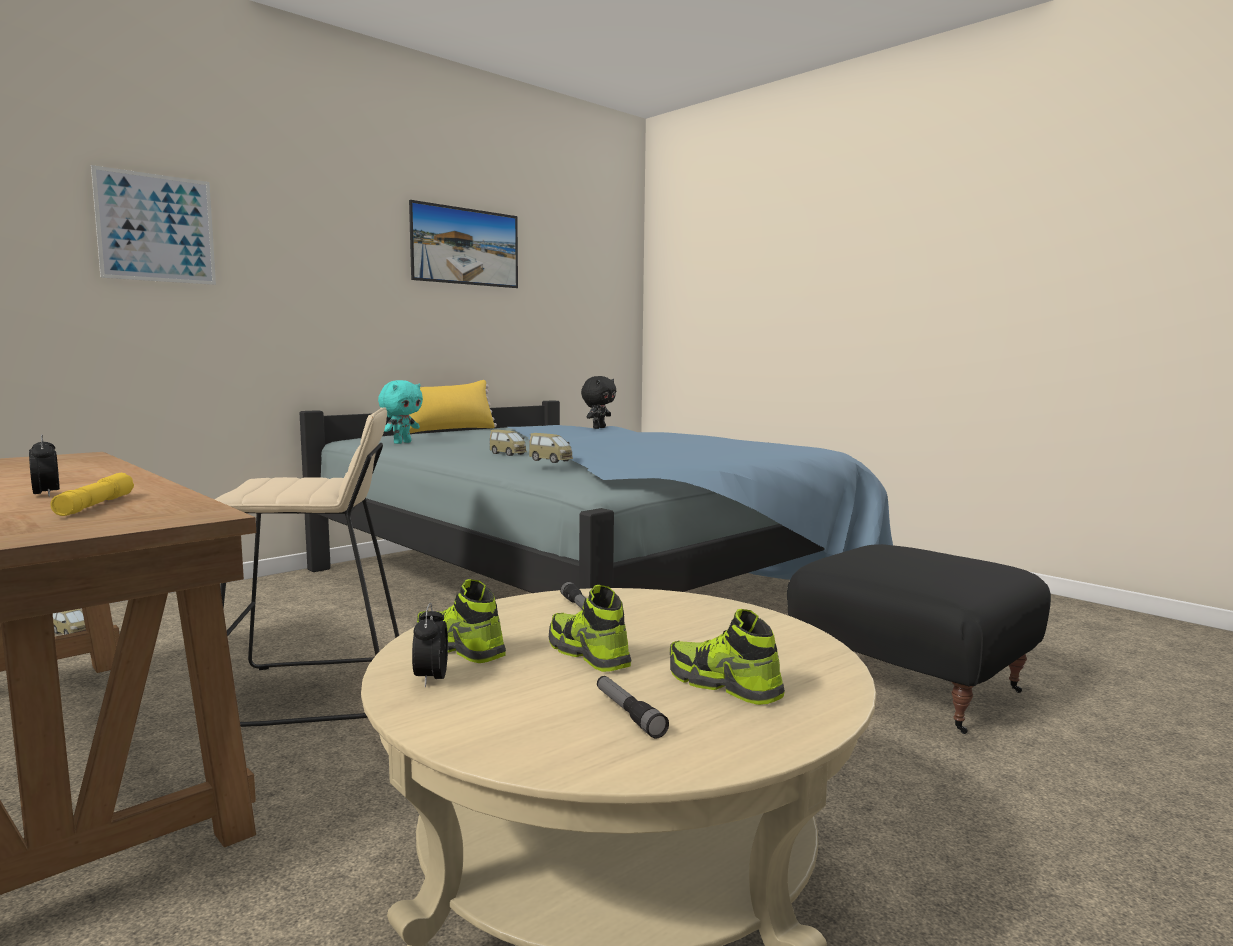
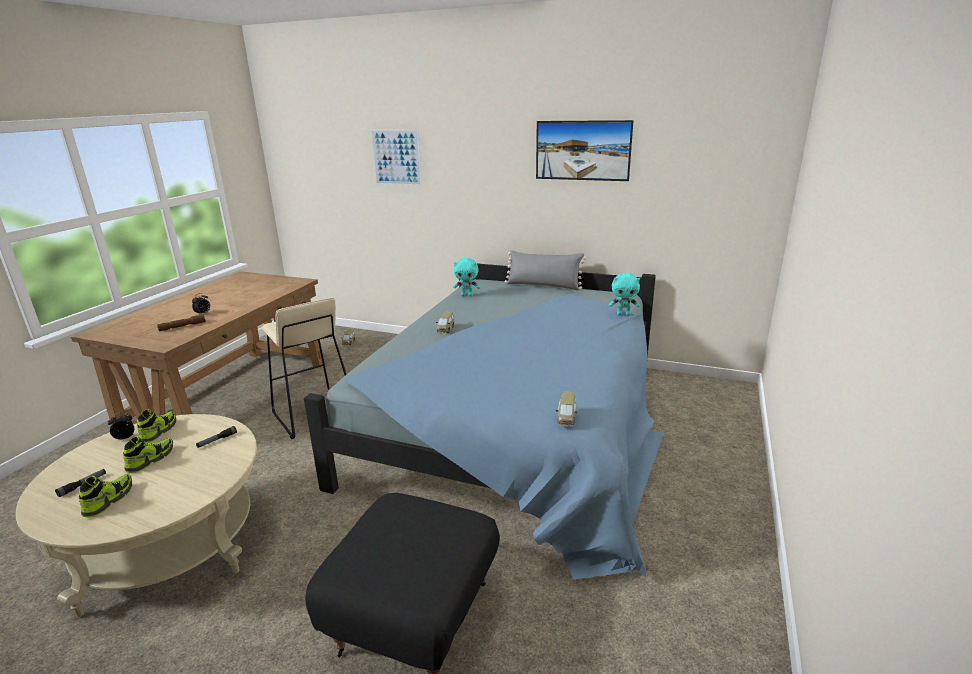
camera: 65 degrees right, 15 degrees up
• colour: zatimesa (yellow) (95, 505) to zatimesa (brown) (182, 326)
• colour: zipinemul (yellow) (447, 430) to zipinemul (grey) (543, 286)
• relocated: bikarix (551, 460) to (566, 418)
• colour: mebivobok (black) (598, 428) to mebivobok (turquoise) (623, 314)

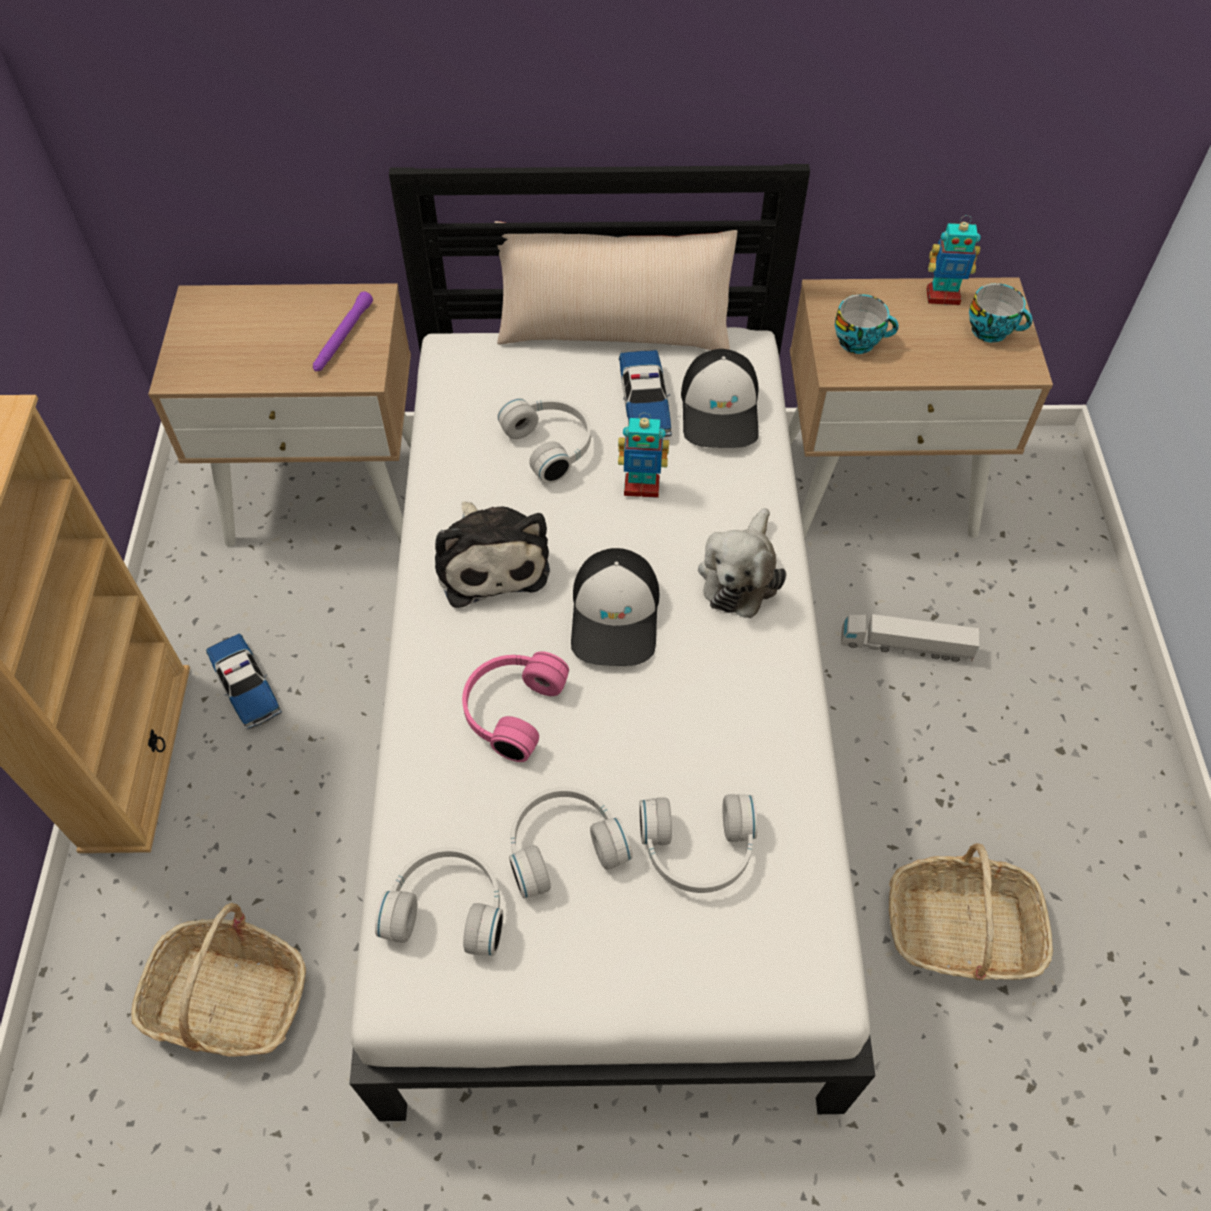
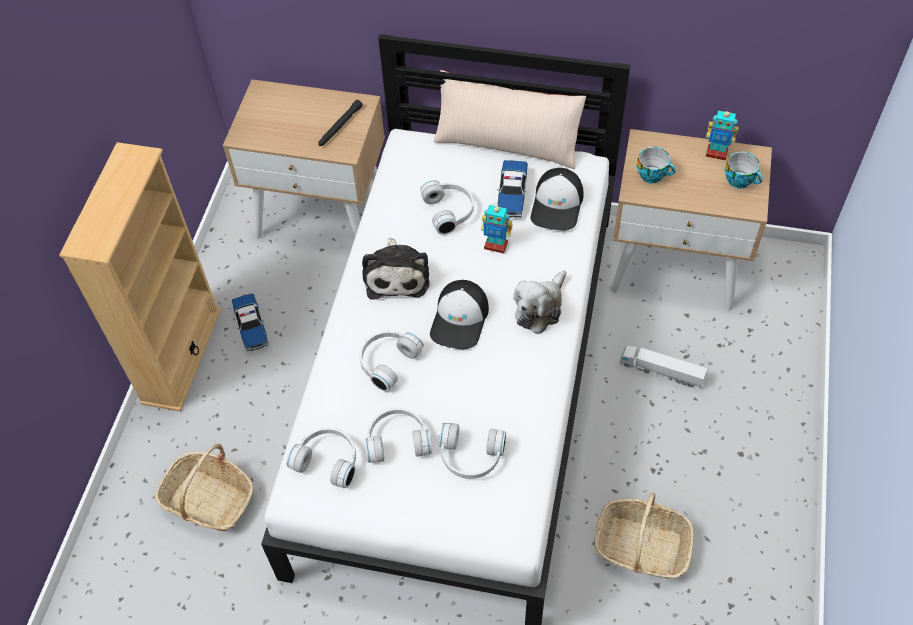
camera: 15 degrees right, 0 degrees up
• colour: zatimesa (purple) (342, 338) to zatimesa (black) (340, 126)
• colour: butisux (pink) (510, 709) to butisux (white) (387, 361)

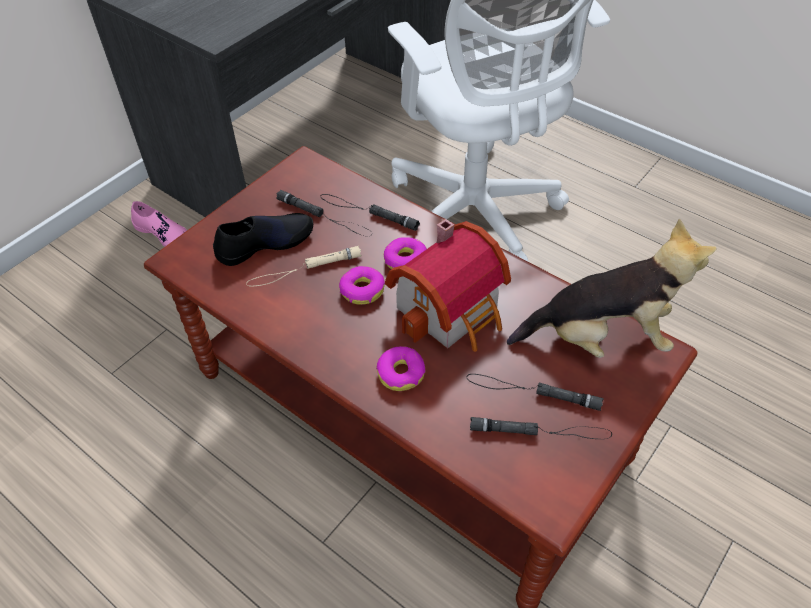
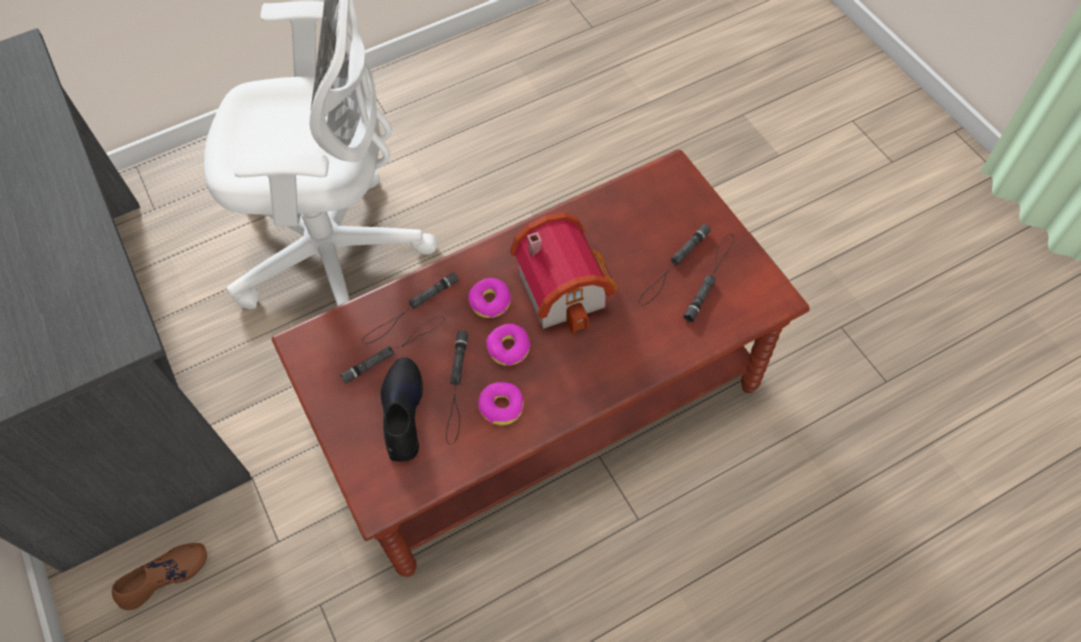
camera: 65 degrees left, 10 degrees up
• colour: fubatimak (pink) (163, 233) to fubatimak (brown) (164, 576)
• colour: zatimesa (beige) (304, 269) to zatimesa (black) (457, 388)
• relocated: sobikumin (401, 373) to (501, 406)
• missing: mebivobok (601, 337)

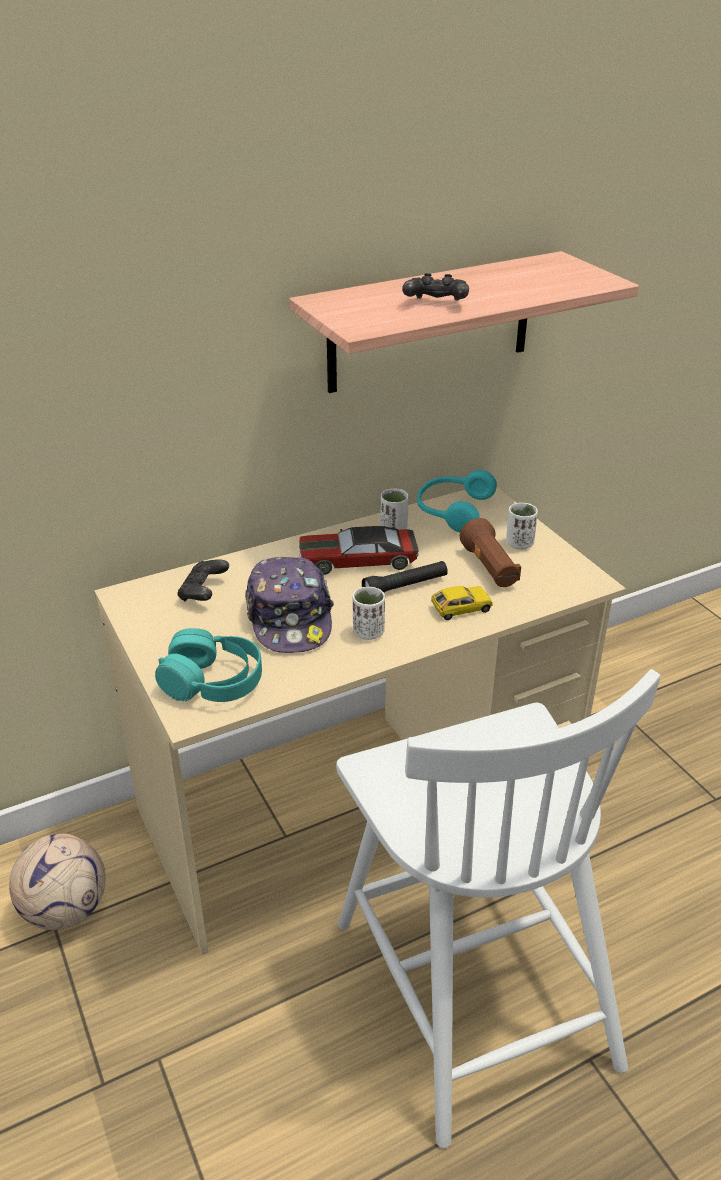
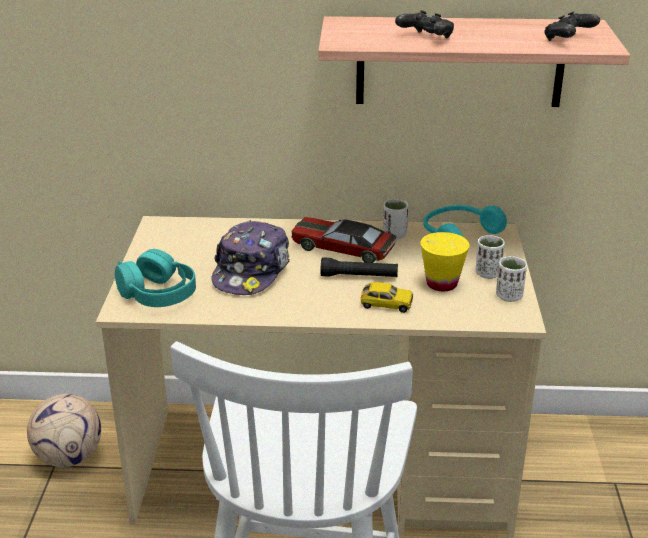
camera: 30 degrees right, 5 degrees down
• relocated: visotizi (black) (203, 592) to (568, 39)
• relocated: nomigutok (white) (368, 632) to (509, 296)
• exchanged: zatimesa (brown) (489, 568) to nomigutok (yellow) (441, 284)

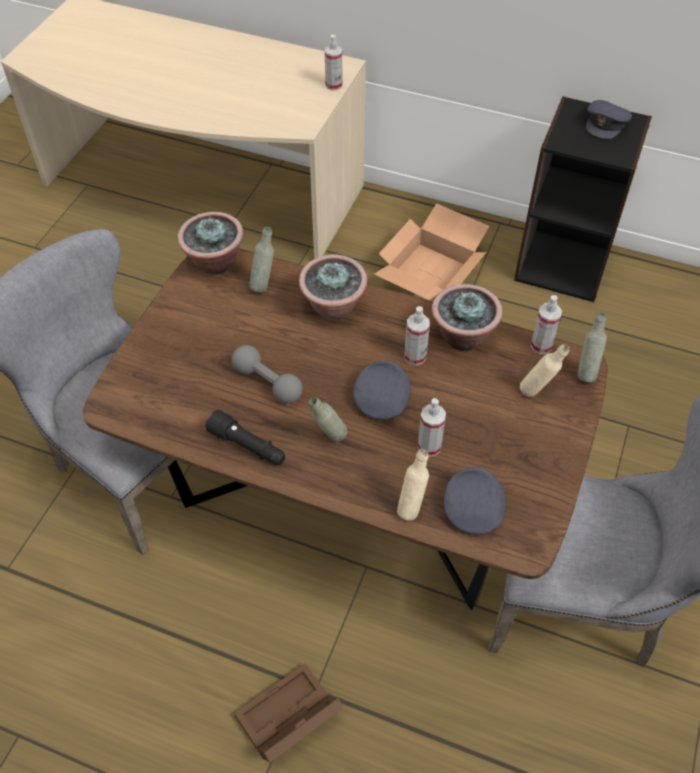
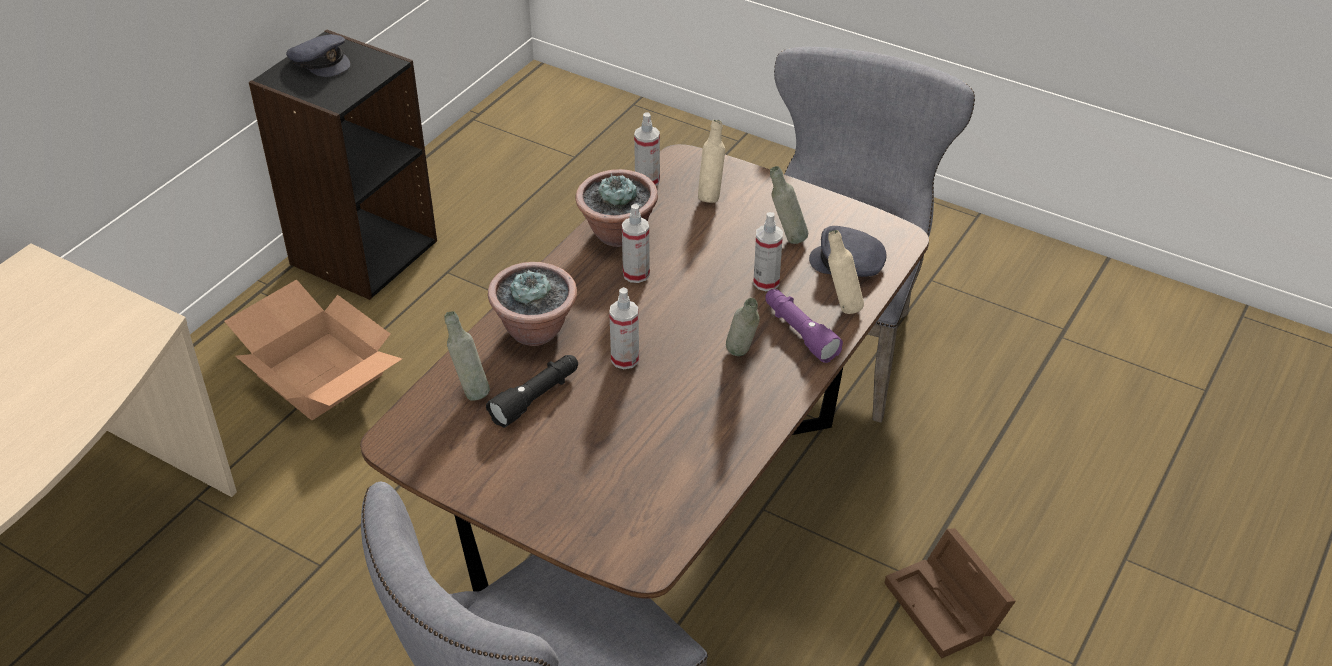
camera: 80 degrees left, 10 degrees down
• missing: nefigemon (214, 263)
• relocated: zatimesa (black) (248, 446) to (536, 398)
• missing: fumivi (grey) (267, 383)
• relocated: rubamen (333, 85) to (625, 359)
• missing: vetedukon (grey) (381, 398)
• relocated: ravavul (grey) (585, 372) to (786, 238)
• appeared: zatimesa (purple) (799, 332)

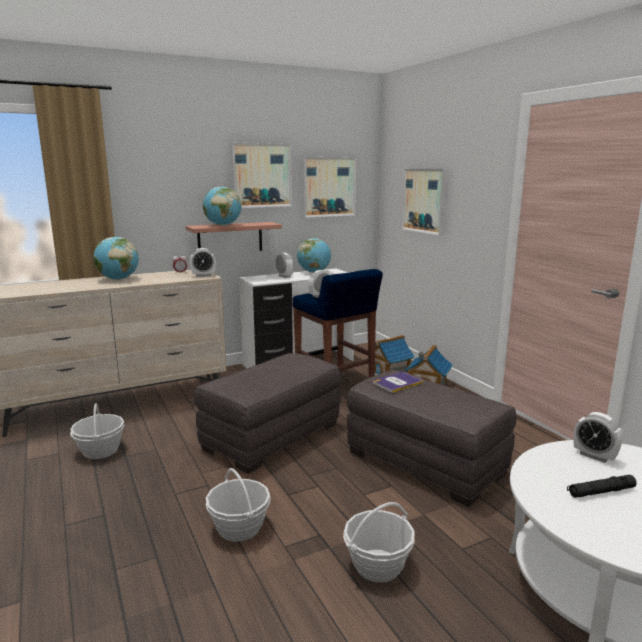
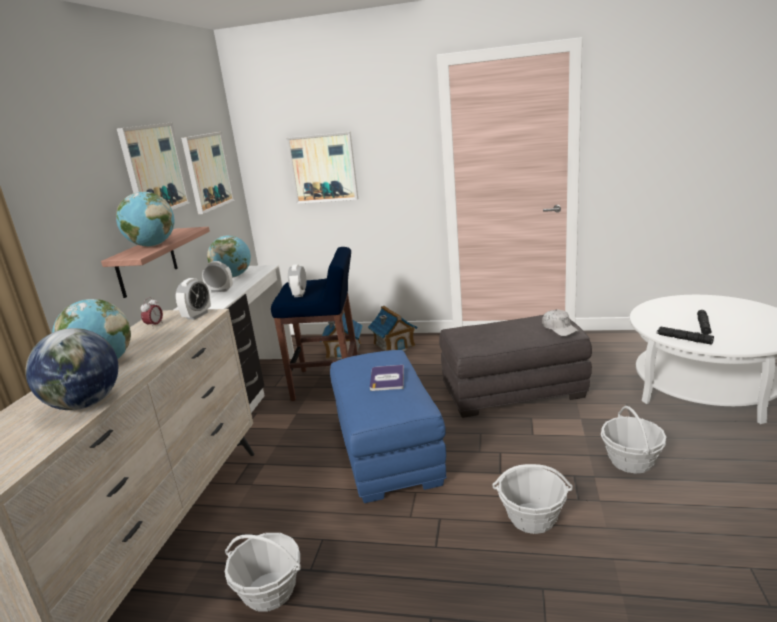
camera: 50 degrees left, 5 degrees up
• colour: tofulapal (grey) (272, 436) to tofulapal (blue) (386, 450)
• relocated: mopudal (397, 383) to (387, 378)
• missing: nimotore (594, 456)
• appeared: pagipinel (85, 404)
• appeared: vetedukon (white) (559, 328)
• appeared: zatimesa (black) (684, 339)

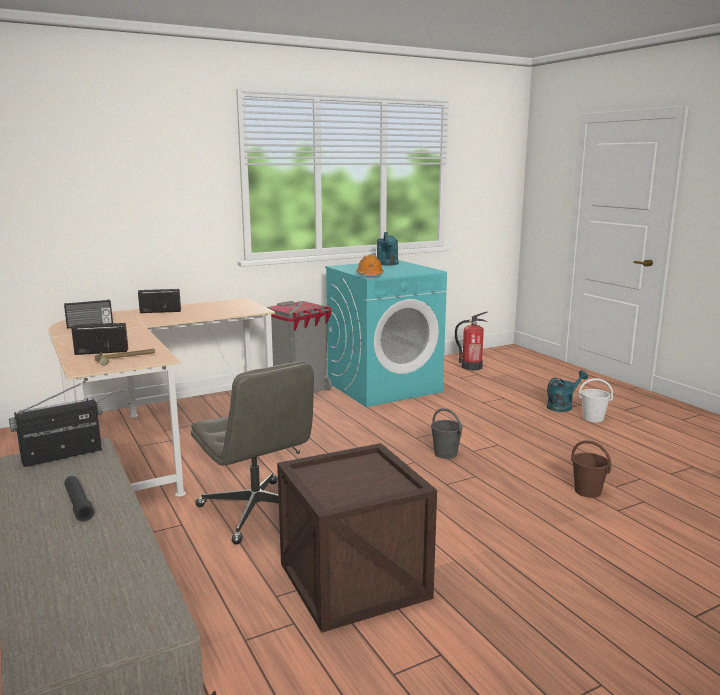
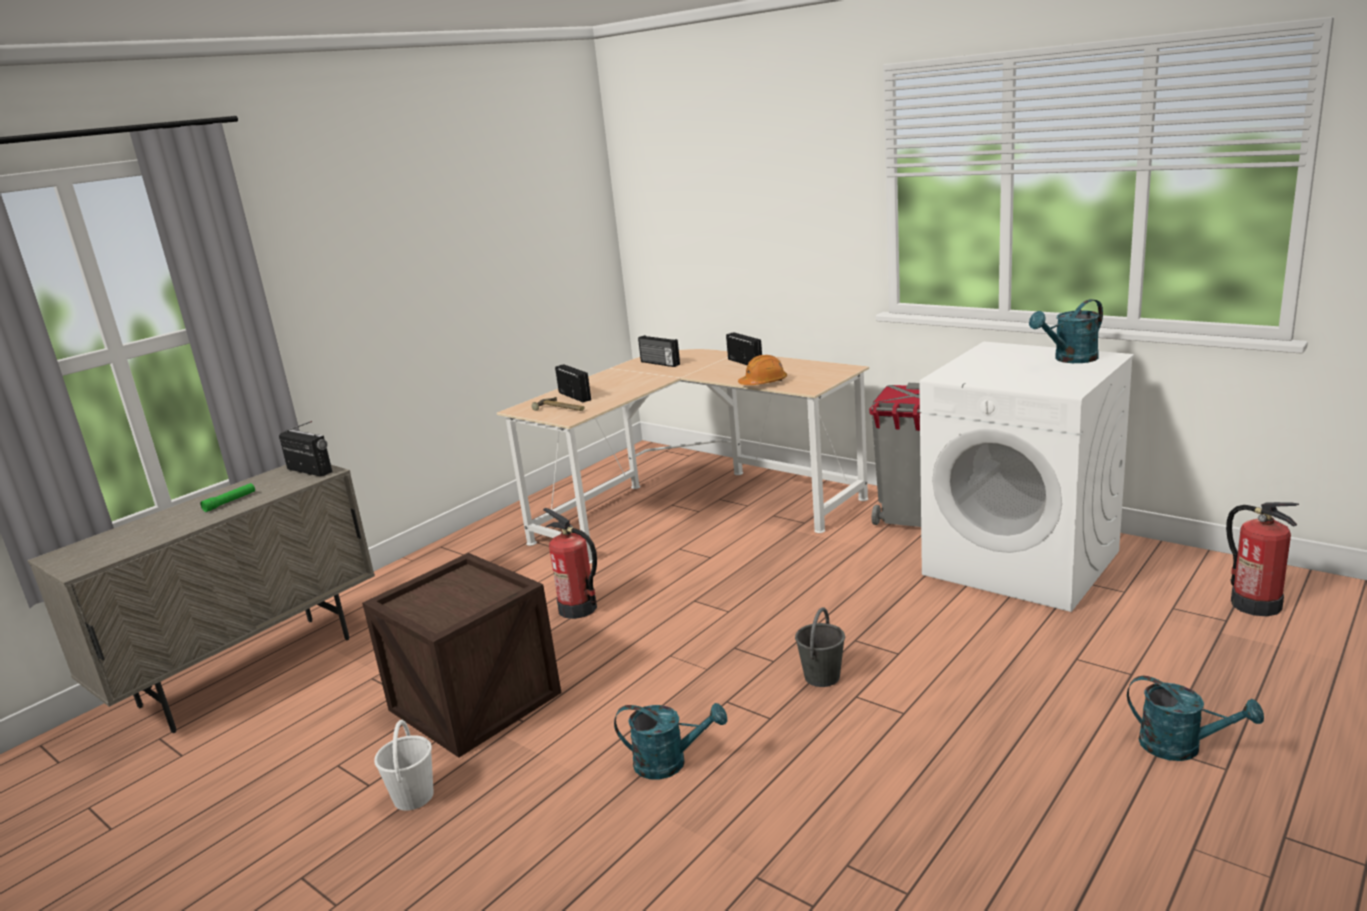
camera: 70 degrees right, 5 degrees up
• colour: zatimesa (black) (78, 504) to zatimesa (green) (230, 502)
• exchanged: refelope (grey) (257, 511) to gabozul (578, 609)
• colour: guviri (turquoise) (384, 387) to guviri (white) (1022, 563)
• relocated: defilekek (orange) (370, 275) to (763, 383)
• missing: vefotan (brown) (588, 491)
• relocated: vefotan (white) (592, 418) to (413, 796)
• appeared: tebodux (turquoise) (670, 763)

